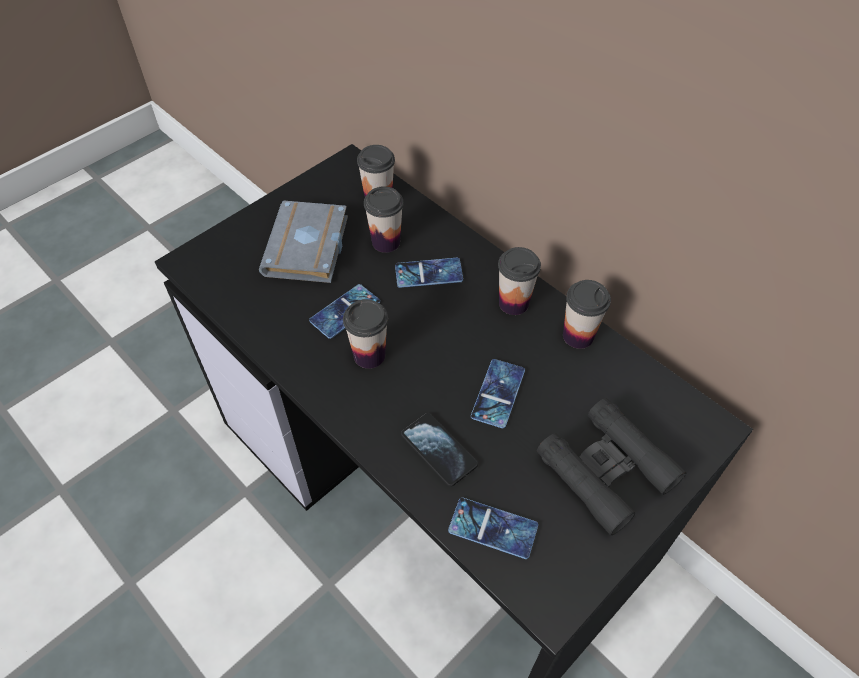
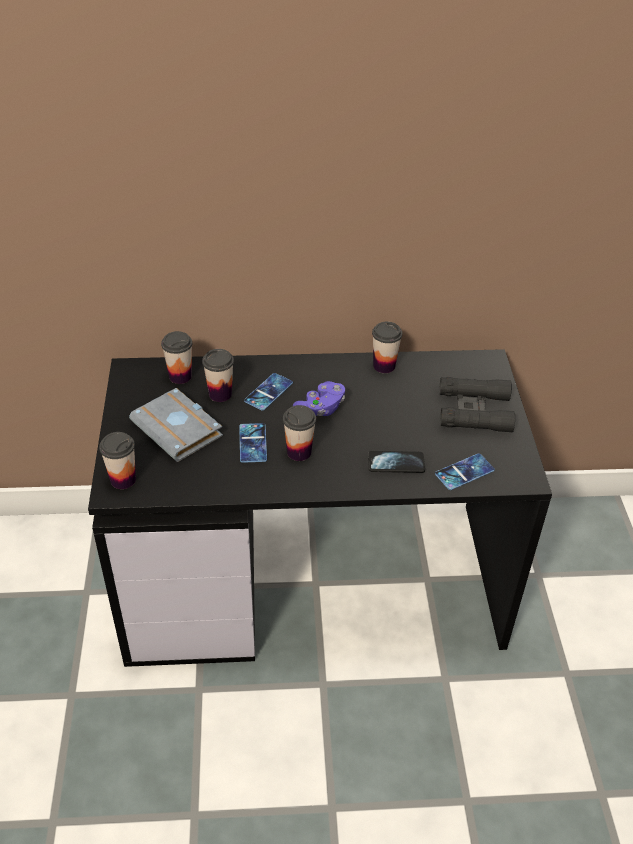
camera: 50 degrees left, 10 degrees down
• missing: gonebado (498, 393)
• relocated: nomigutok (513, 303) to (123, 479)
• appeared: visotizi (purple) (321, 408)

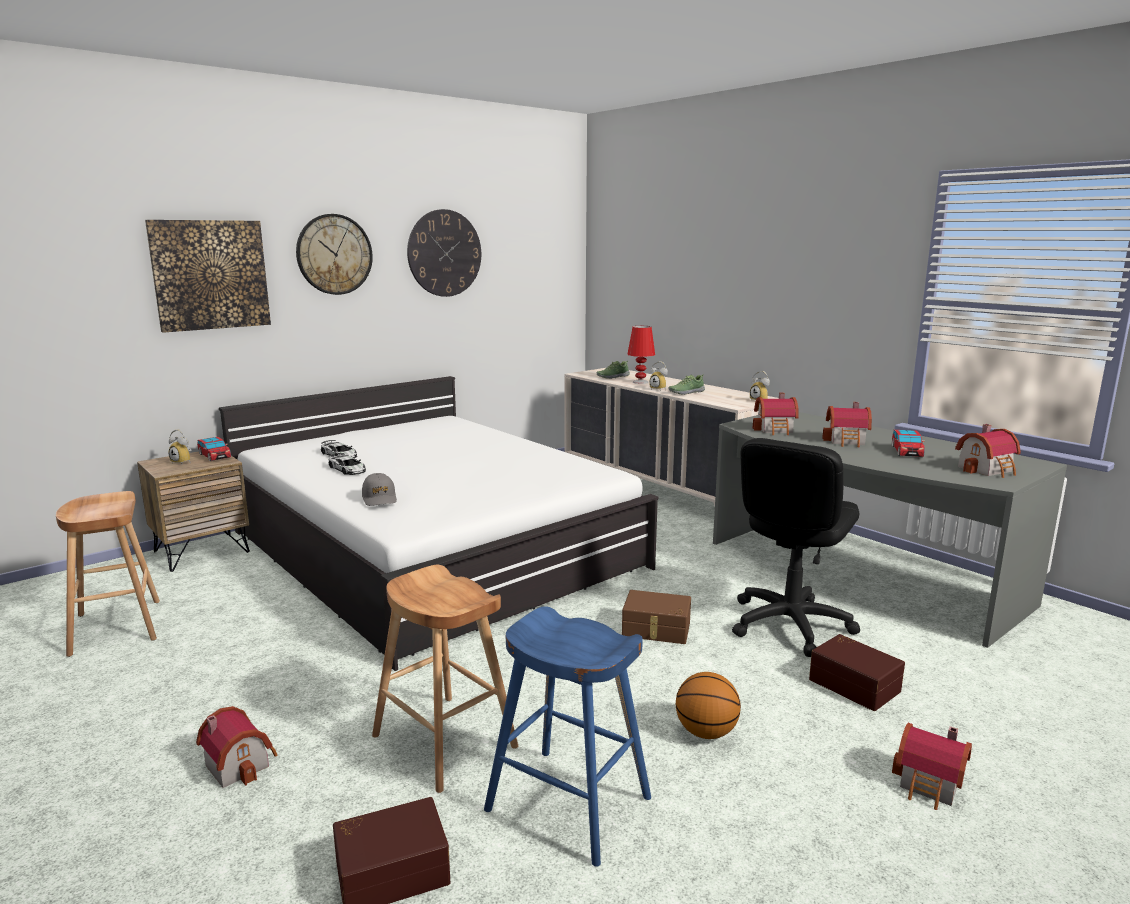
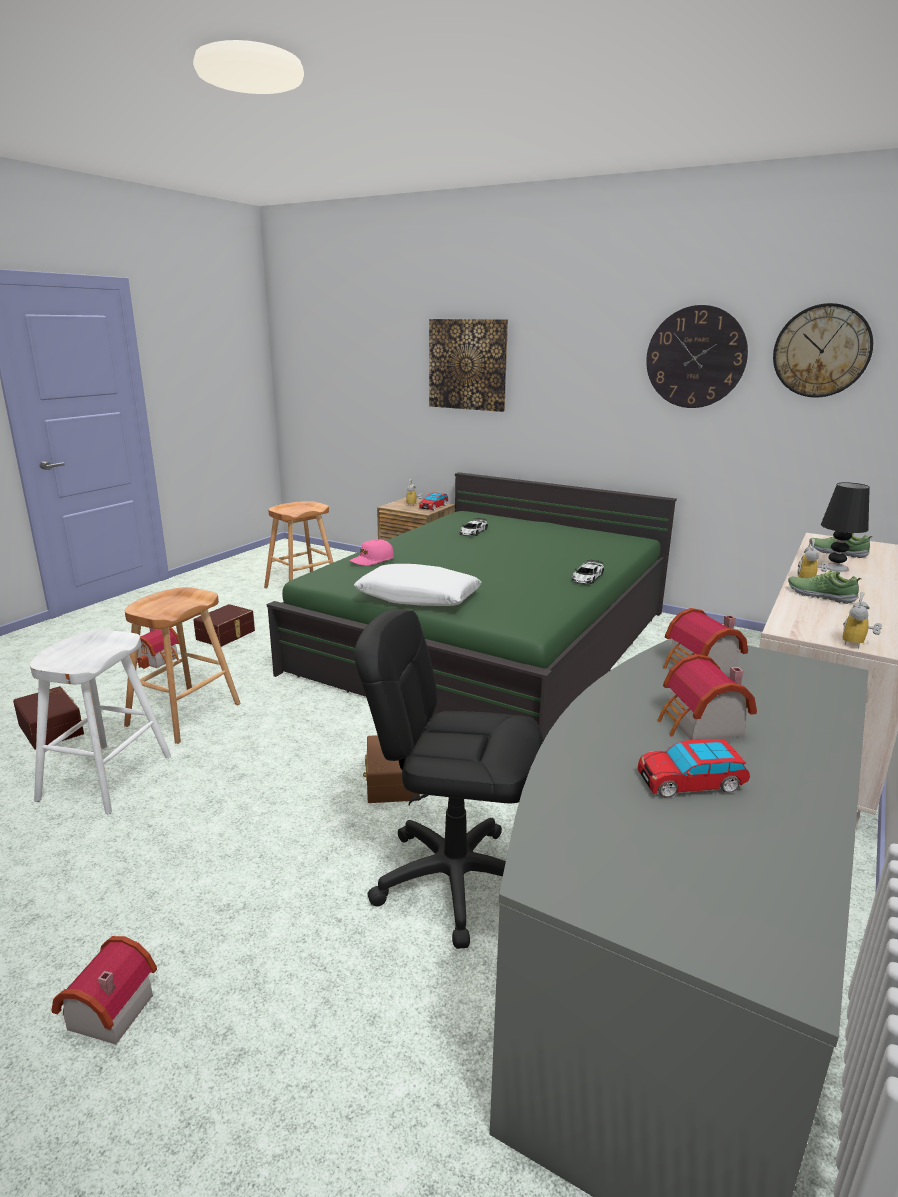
camera: 70 degrees right, 5 degrees up
• colour: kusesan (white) (432, 549) to kusesan (green) (488, 641)
• relocated: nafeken (334, 254) to (821, 351)
• relocated: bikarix (347, 469) to (587, 577)
• colour: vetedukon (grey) (379, 498) to vetedukon (pink) (372, 560)
• colour: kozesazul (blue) (569, 804) to kozesazul (white) (106, 778)
• colour: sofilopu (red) (640, 382) to sofilopu (black) (835, 567)
• missing: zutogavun (706, 732)
• relocated: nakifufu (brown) (855, 684) to (226, 635)
• missing: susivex (988, 469)
• appeared: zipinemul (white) (418, 597)

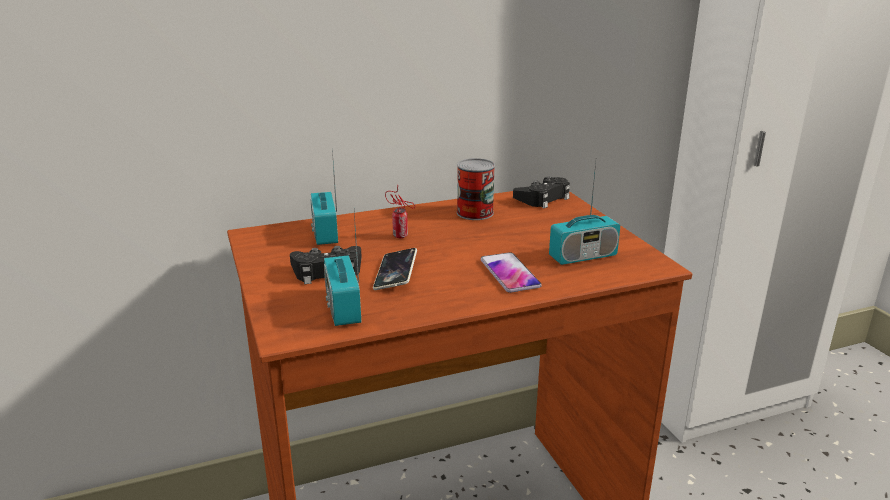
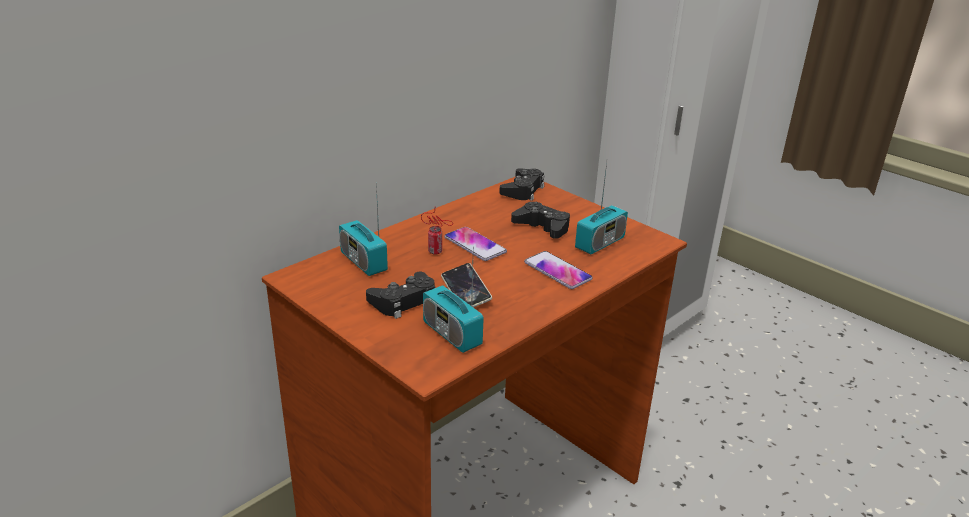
camera: 25 degrees left, 5 degrees up
• missing: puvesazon (475, 213)
• appeared: gonebado (475, 245)
• appeared: visotizi (black) (542, 227)

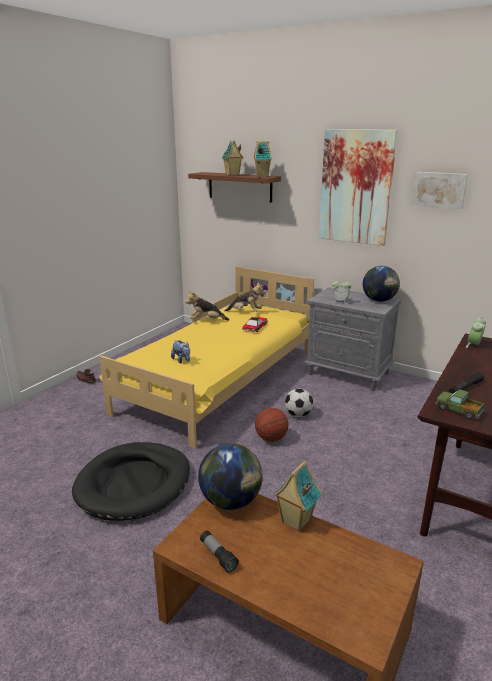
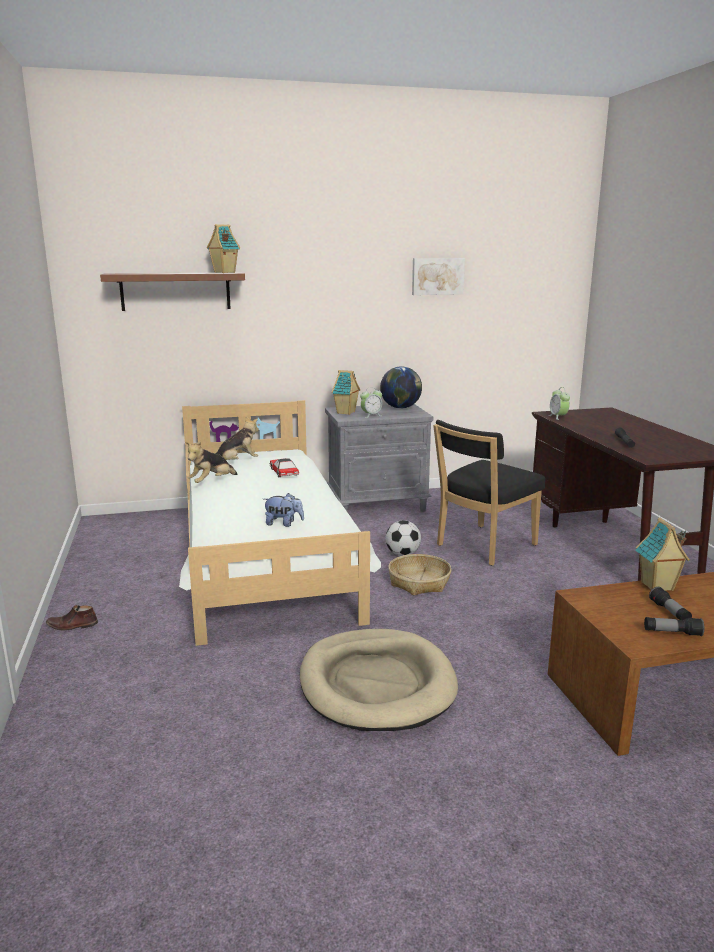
camera: 45 degrees left, 5 degrees down
• colour: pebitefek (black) (134, 484) to pebitefek (beige) (377, 684)
• colour: kusesan (yellow) (220, 381) to kusesan (white) (265, 557)
• missing: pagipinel (231, 501)
• relocated: susivex (232, 175) to (346, 412)
• exchanged: zutogavun (271, 438) to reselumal (419, 582)
• missing: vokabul (356, 187)
• missing: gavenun (458, 411)
• appeared: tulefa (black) (482, 546)
• appeared: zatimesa (669, 612)

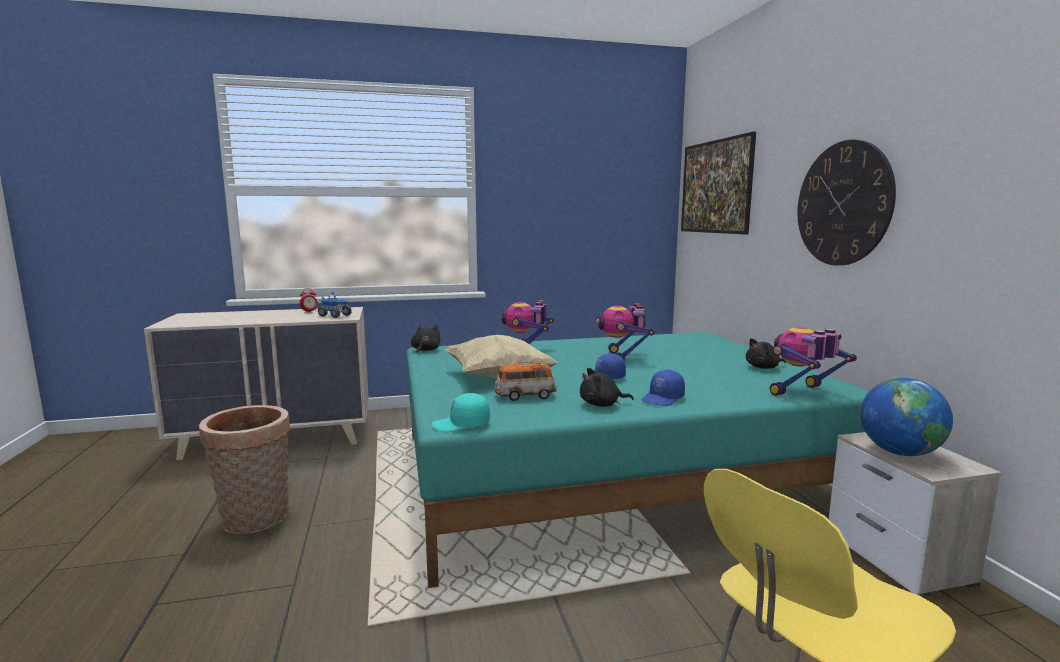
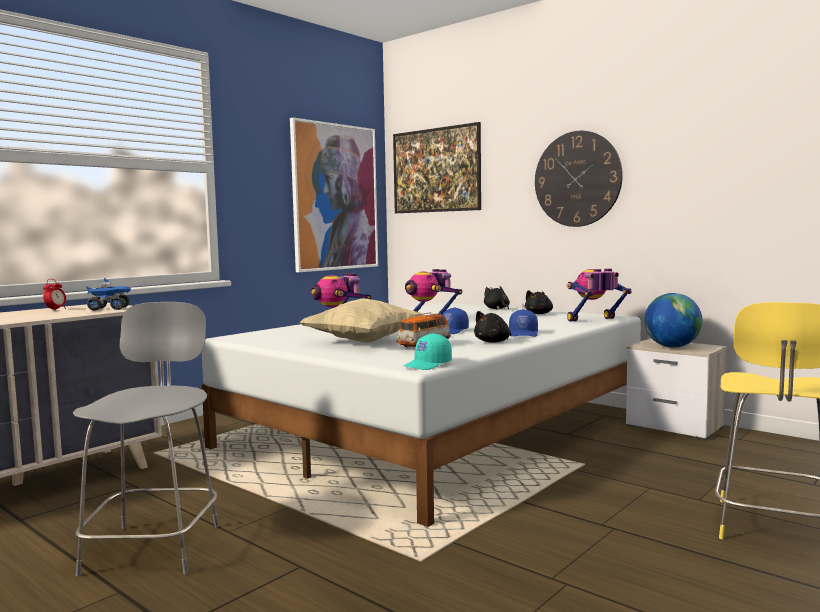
camera: 35 degrees left, 5 degrees down
• exchanged: reselumal (255, 521) to kozesazul (grey) (155, 546)
• colour: kusesan (turquoise) (608, 473) to kusesan (white) (439, 430)
• relocated: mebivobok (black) (425, 350) to (497, 309)
• spun: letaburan (803, 393) = (594, 320) 45 degrees clockwise
• appeared: vokabul (335, 197)

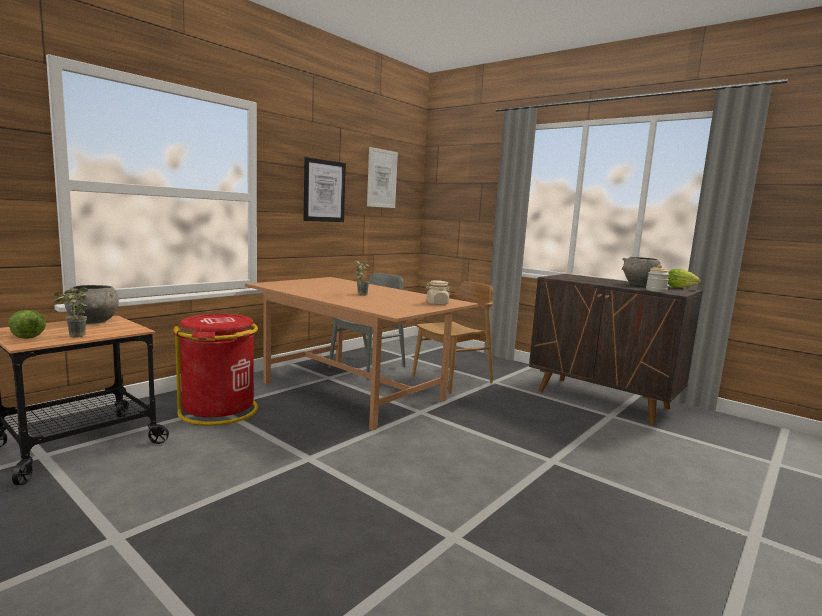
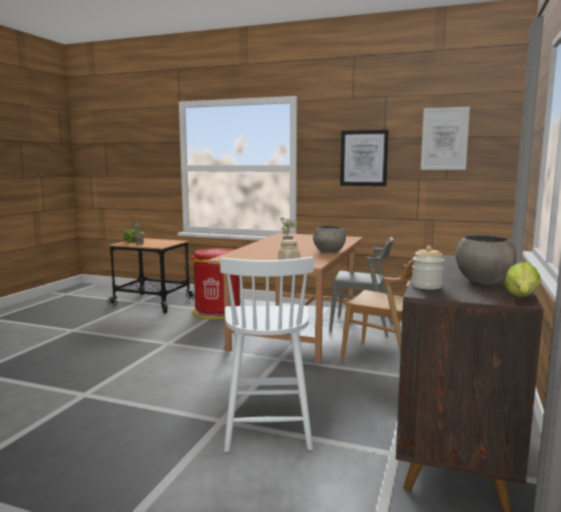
camera: 70 degrees right, 0 degrees up
• relocated: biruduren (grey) (94, 322) to (329, 252)
• appeared: tulefa (white) (267, 421)

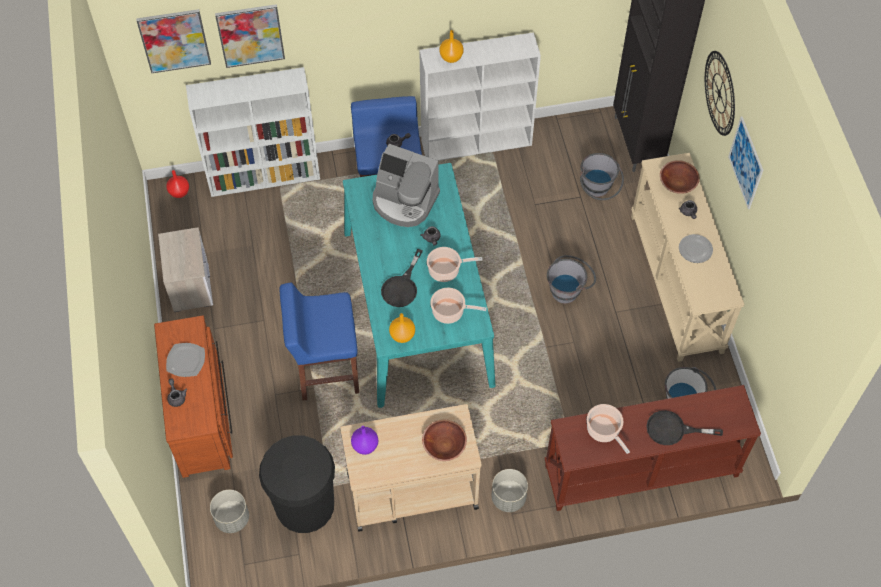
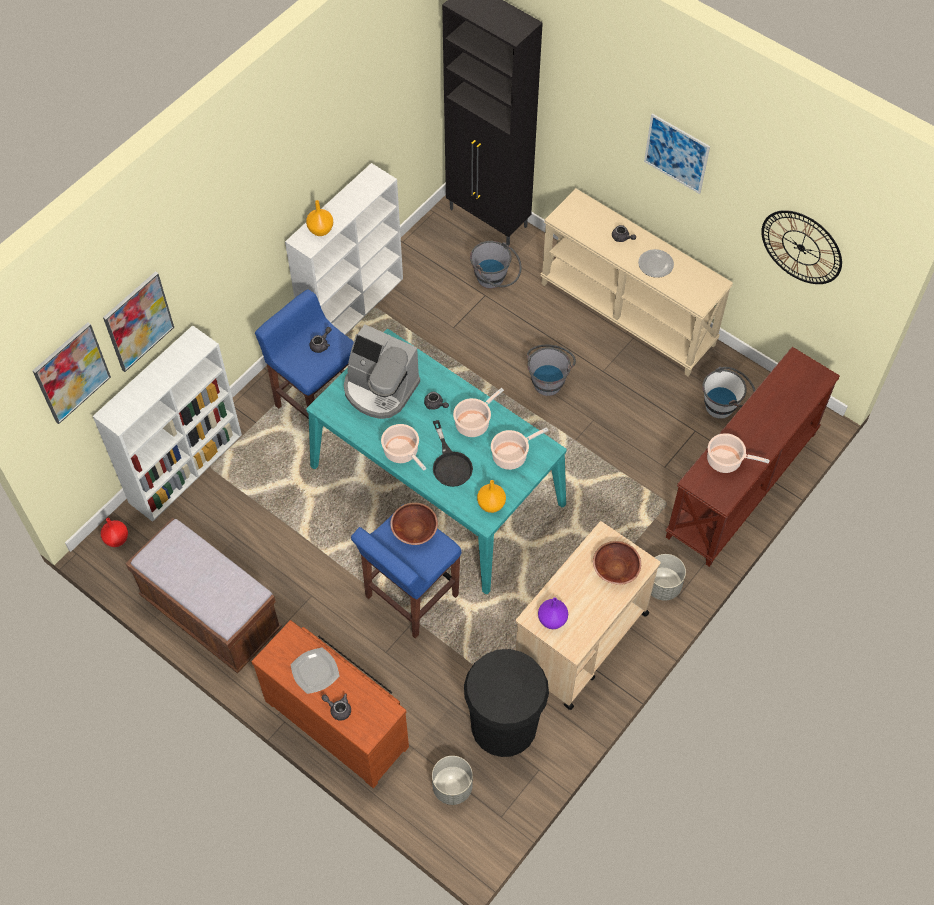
camera: 40 degrees left, 0 degrees up
• exchanged: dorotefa (190, 284) to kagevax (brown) (211, 614)
• spun: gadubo (404, 201) = (380, 389) 45 degrees clockwise
• missing: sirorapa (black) (673, 430)
• relocated: biruduren (brown) (677, 183) to (414, 529)
• relocated: nafeken (719, 93) to (801, 247)
• appeared: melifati (402, 452)

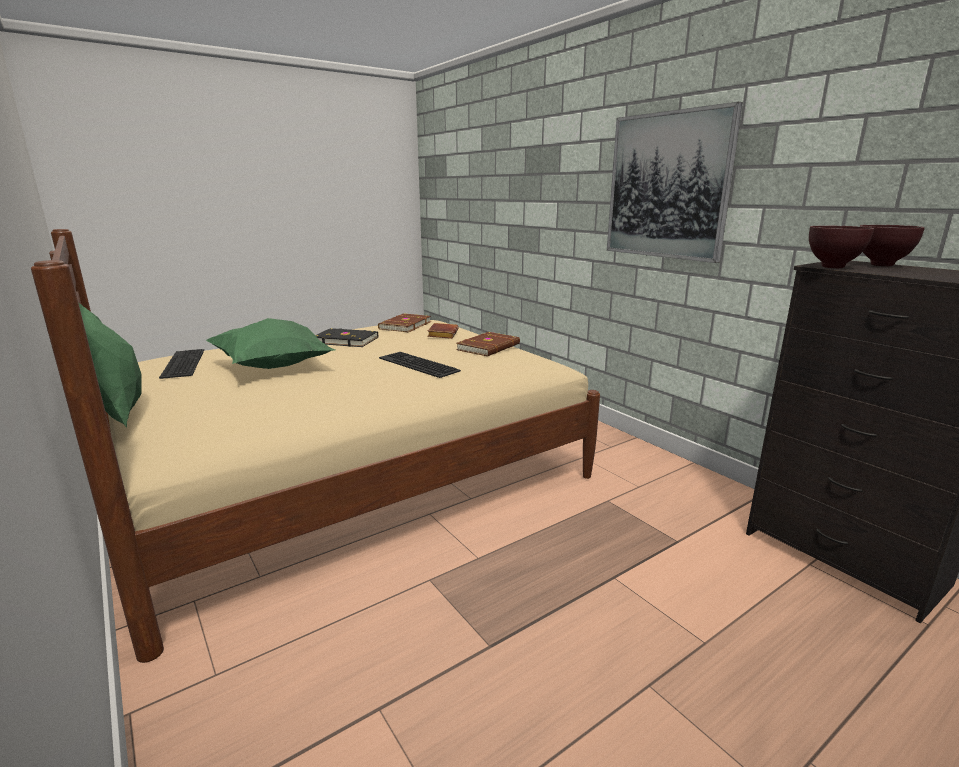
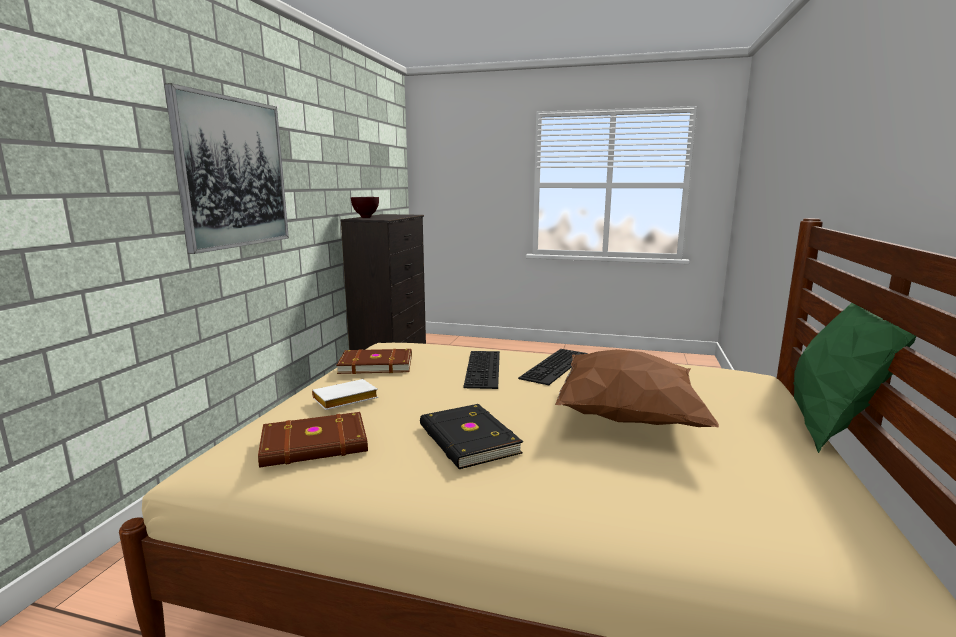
camera: 130 degrees left, 5 degrees down
• relocated: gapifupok (181, 363) to (556, 366)
• colour: zipinemul (green) (274, 368) to zipinemul (brown) (626, 417)
• colour: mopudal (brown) (442, 334) to mopudal (white) (344, 400)
• missing: biruduren (brown) (831, 267)

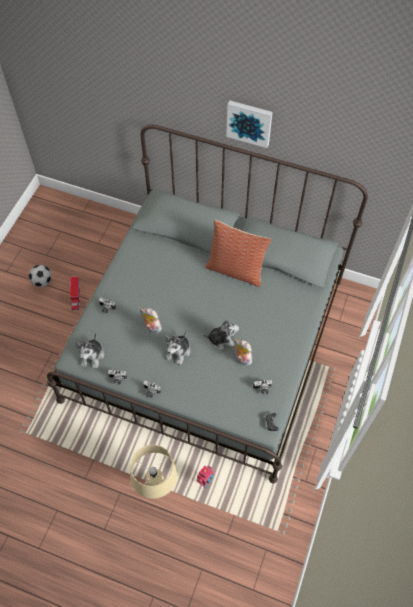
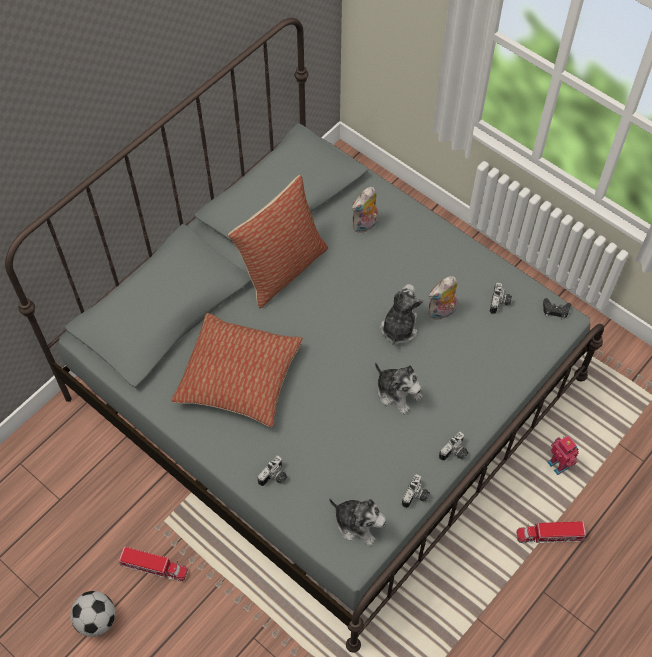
camera: 70 degrees left, 0 degrees up
• exchanged: sofilopu (beige) (156, 487) to gavenun (549, 535)
• relocated: mebivobok (151, 328) to (365, 225)
• missing: vokabul (249, 122)
• appeared: zipinemul (239, 377)

